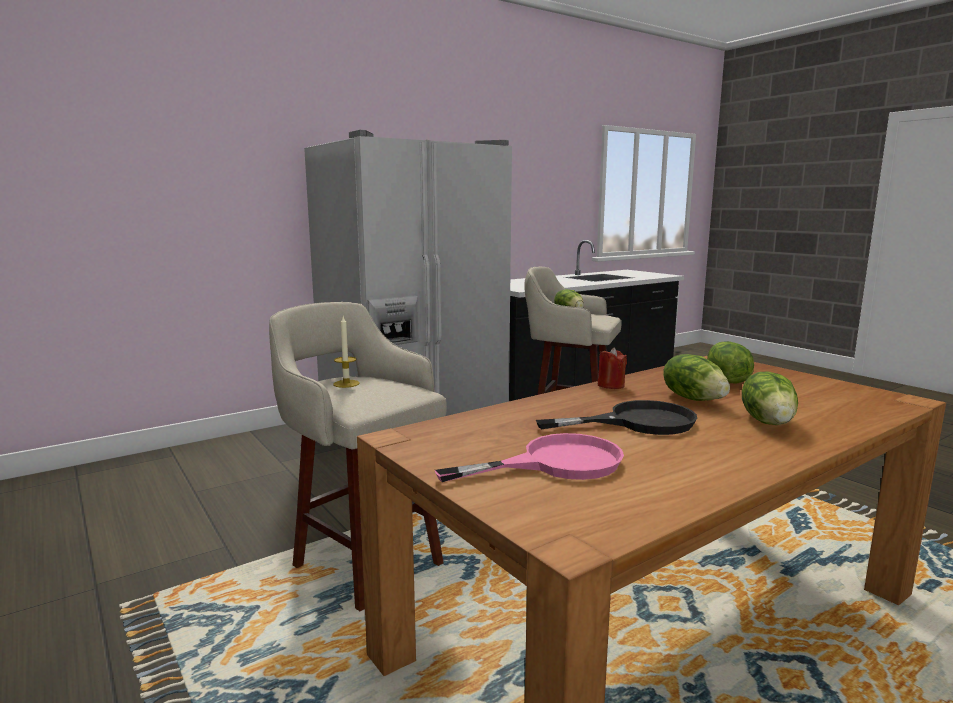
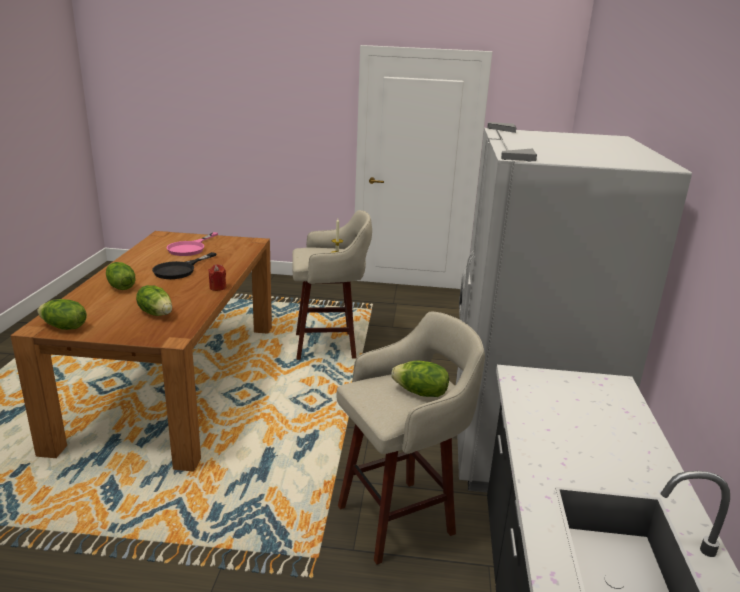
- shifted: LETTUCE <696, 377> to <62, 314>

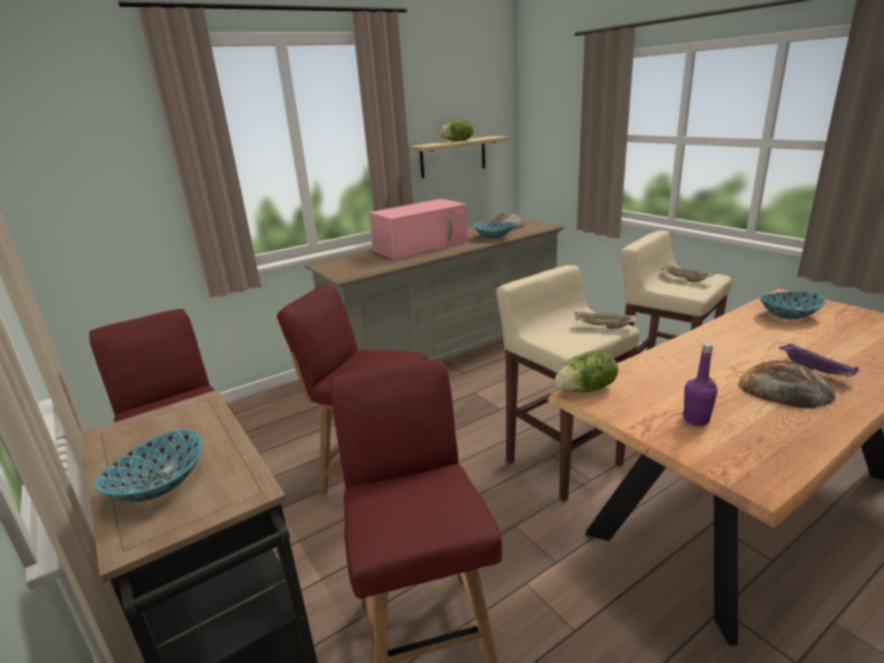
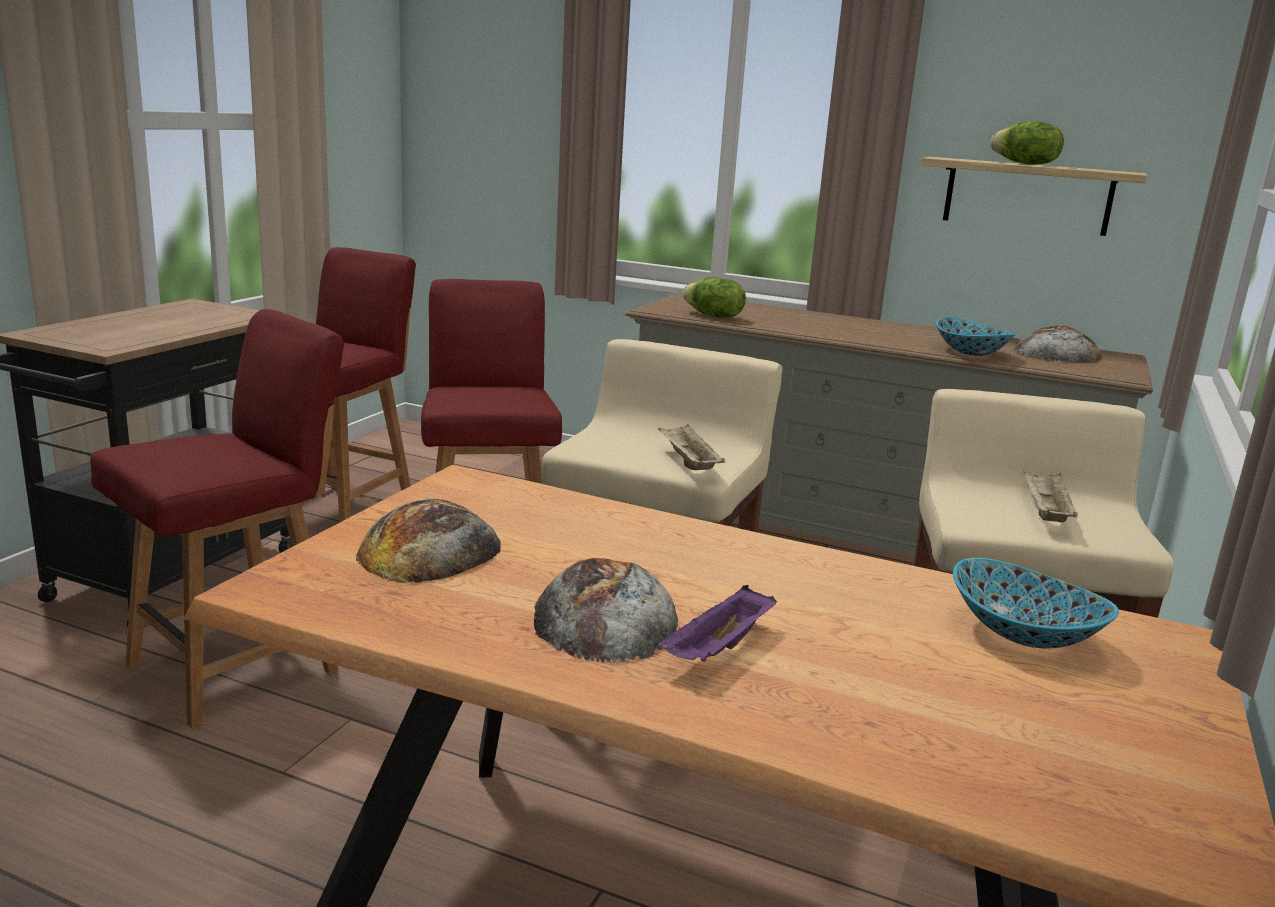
- gone: BOWL <148, 465>
- gone: PINK MICROWAVE <418, 229>
- shifted: LETTUCE <586, 371> to <714, 297>
- swapped: PURPLE BOTTLE <700, 384> to BREAD <428, 541>

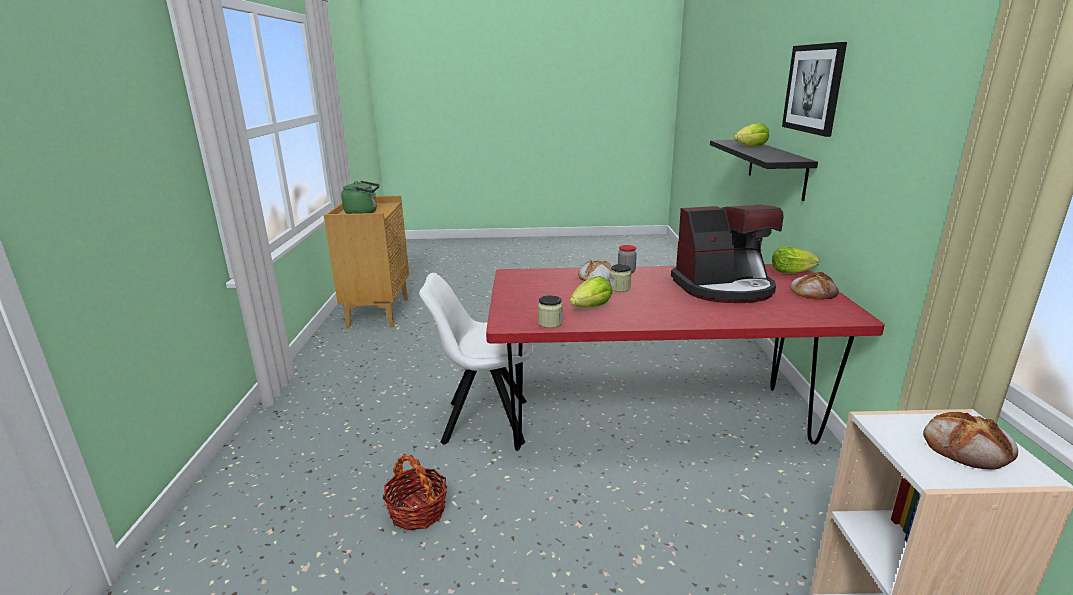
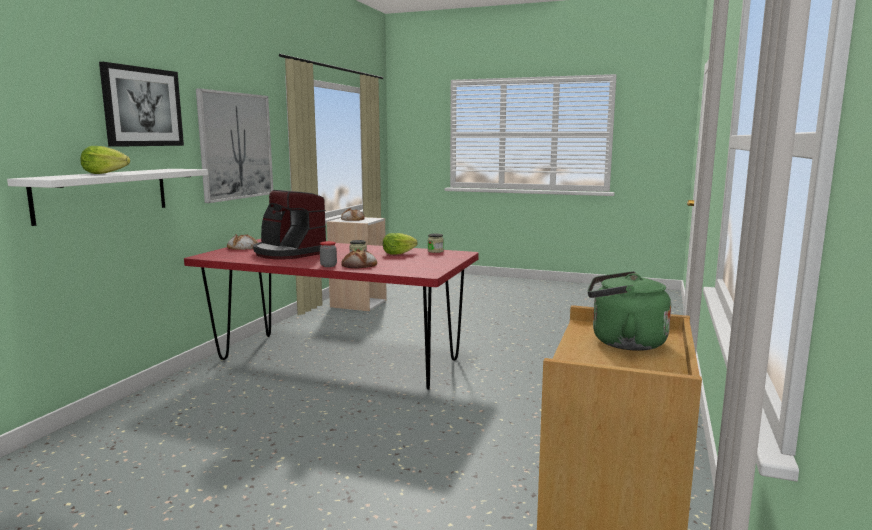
- gone: BASKET <415, 492>
- gone: WHITE CHAIR <476, 359>
- rotated: COFFEE MACHINE <727, 253> = <289, 225> 150 degrees counterclockwise
- repainted: BLACK SHELF <764, 170> to WHITE SHELF <107, 197>
- gone: LETTUCE <795, 260>
- new: PICTURE <234, 146>

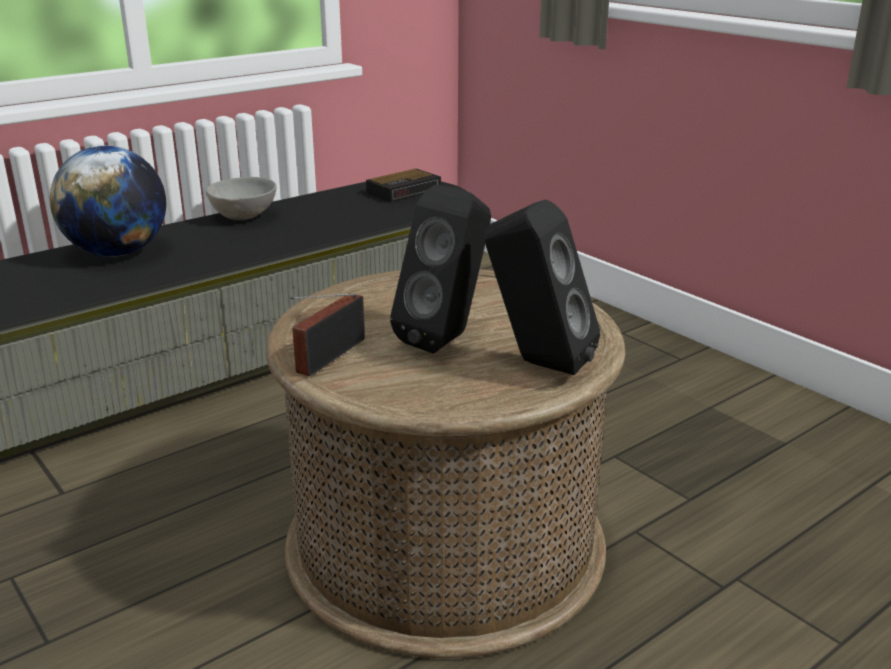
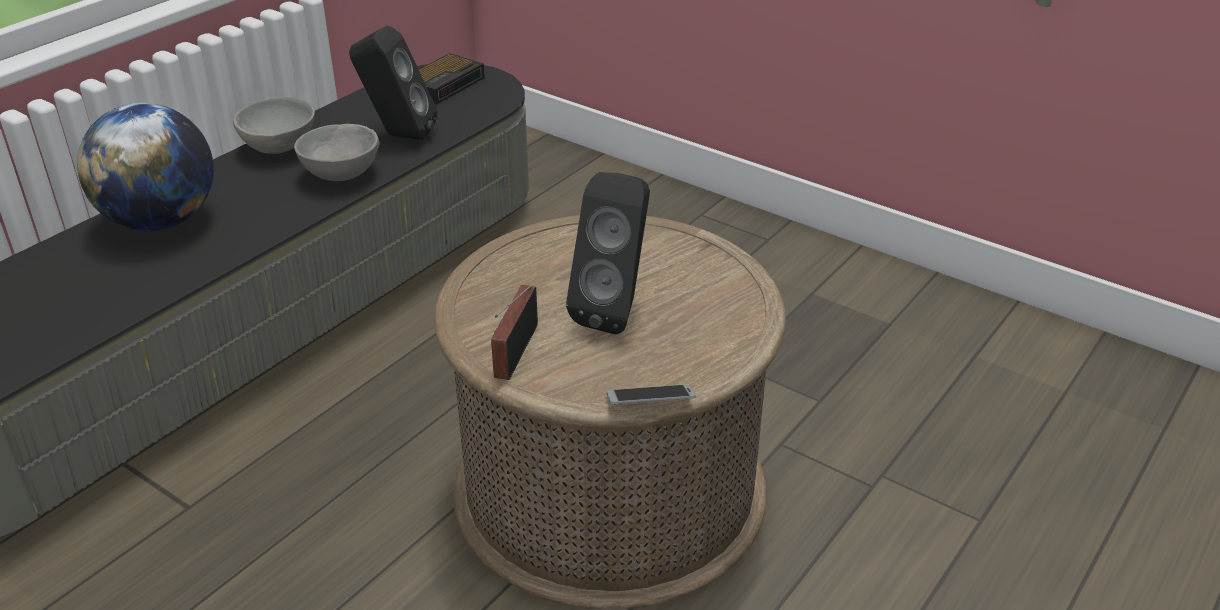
- shifted: BLACK SPEAKER <542, 287> to <393, 83>
- new: GREY BOWL <336, 152>
- new: PHONE <651, 394>

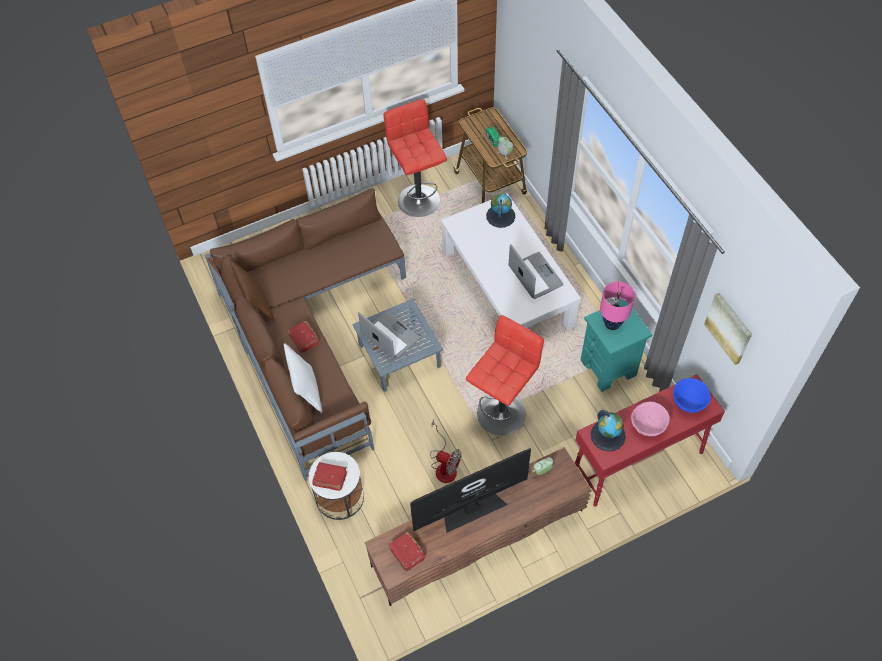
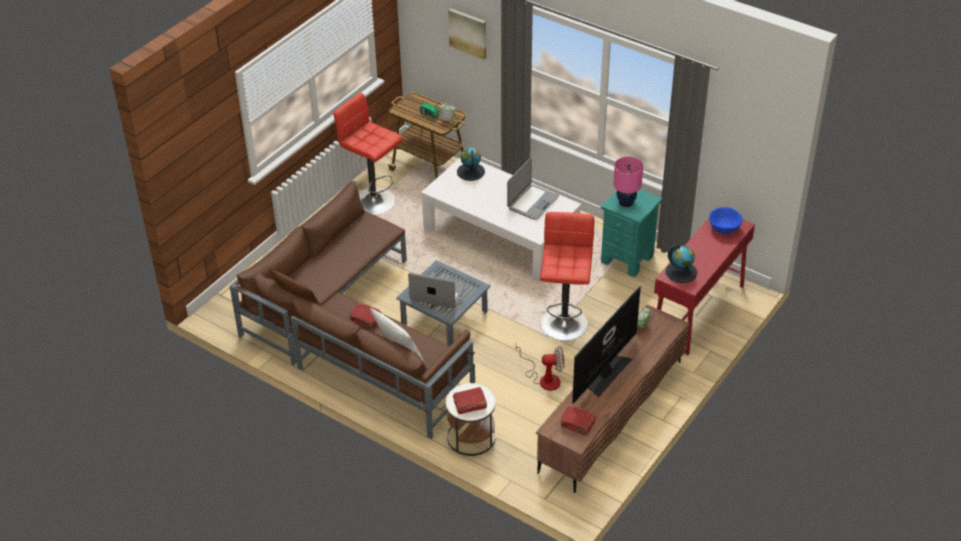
- rotated: LAPTOP <536, 271> = <533, 189> 90 degrees clockwise
- gone: PINK BOWL <650, 419>
- shifted: PICTURE <728, 329> to <467, 34>

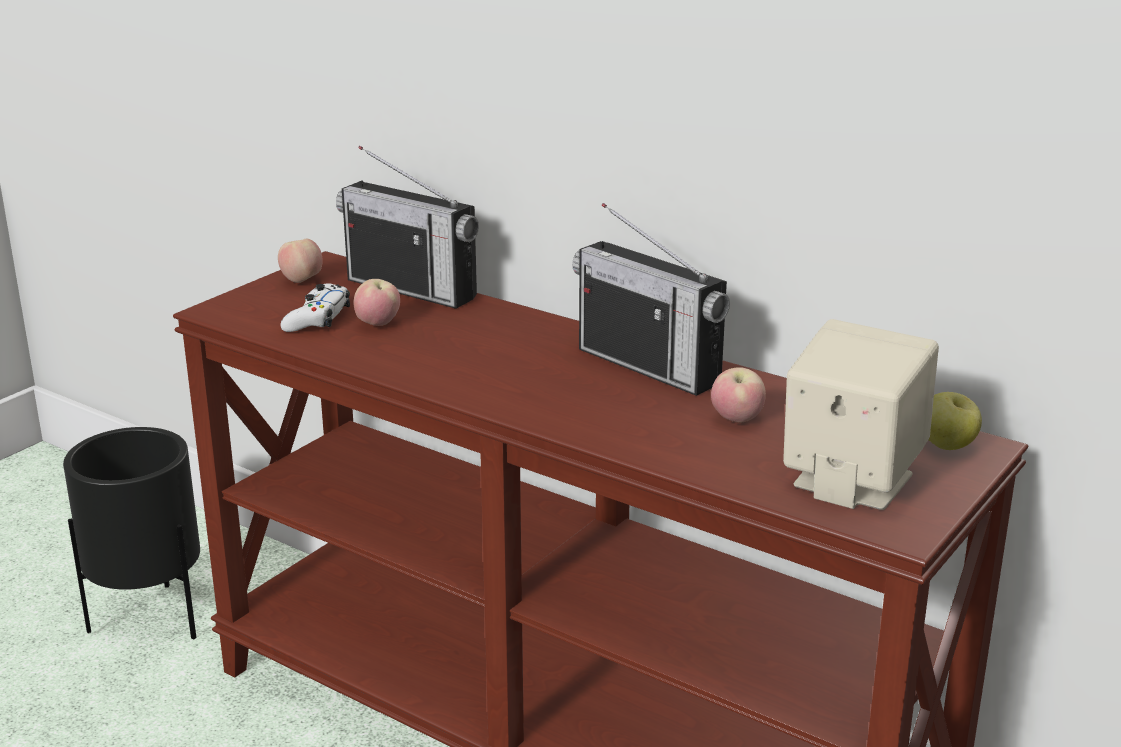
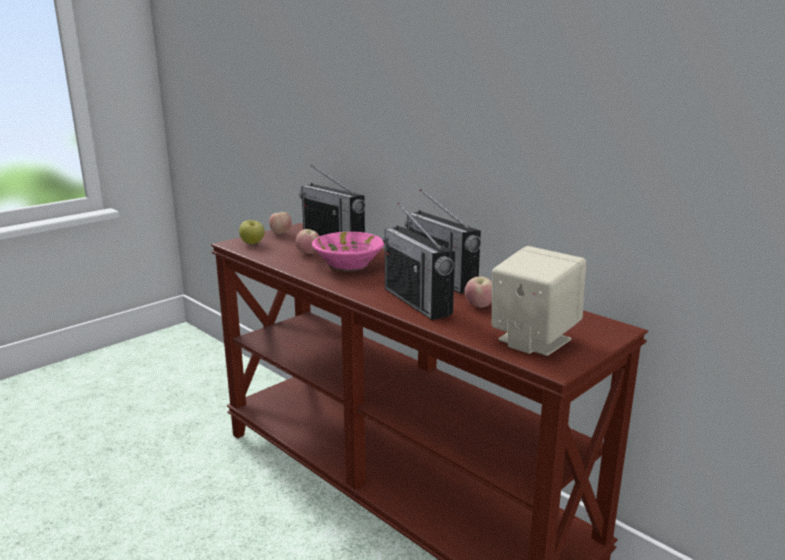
- gone: BLACK PLANTER <131, 533>
- gone: WHITE GAME CONTROLLER <315, 307>
- shifted: APPLE <955, 421> to <252, 232>
- new: PINK BOWL <348, 252>
- new: RADIO <418, 261>

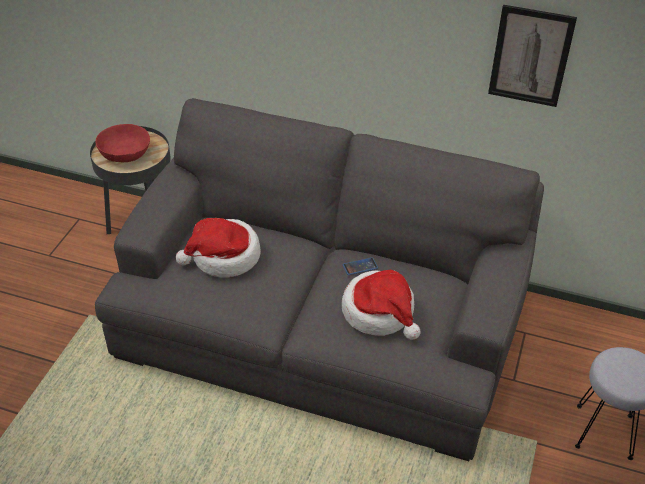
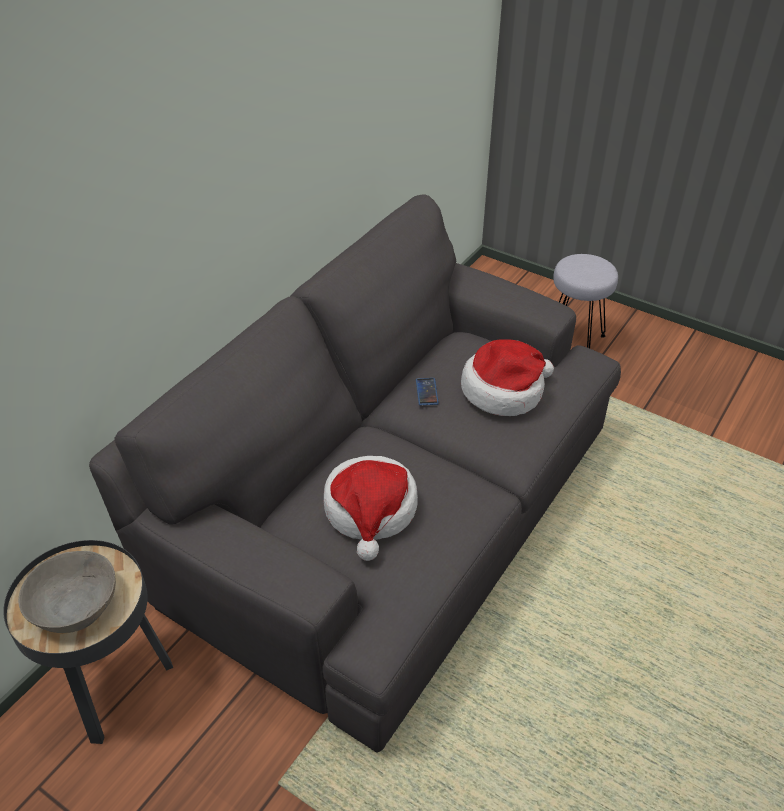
- repainted: RED BOWL <122, 143> to GREY BOWL <67, 592>
- gone: PICTURE <532, 56>

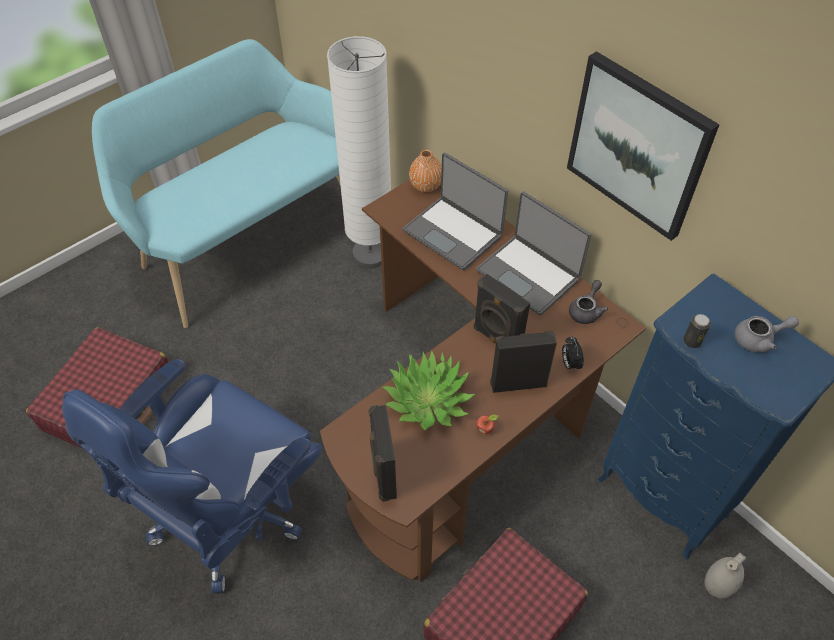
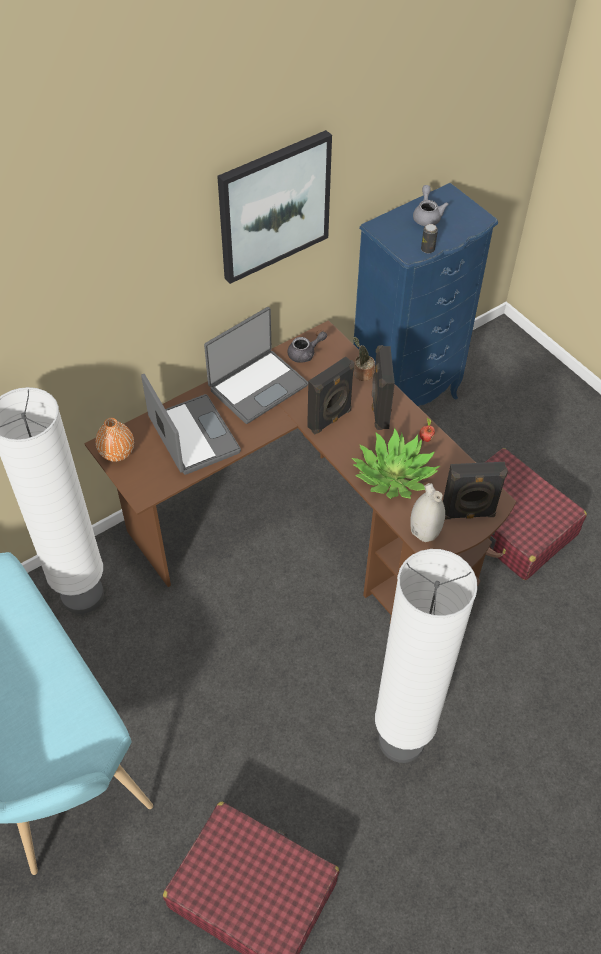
- swapped: BLUE OFFICE CHAIR <192, 476> to WHITE FLOOR LAMP <426, 656>
- rotated: LAPTOP <455, 211> = <191, 424> 75 degrees counterclockwise
- swapped: ALARM CLOCK <573, 354> to POTTED PLANT <364, 359>
- rotated: GREY TEAPOT <588, 302> = <307, 347> 120 degrees clockwise
- shifted: WHITE VASE <725, 576> to <427, 512>

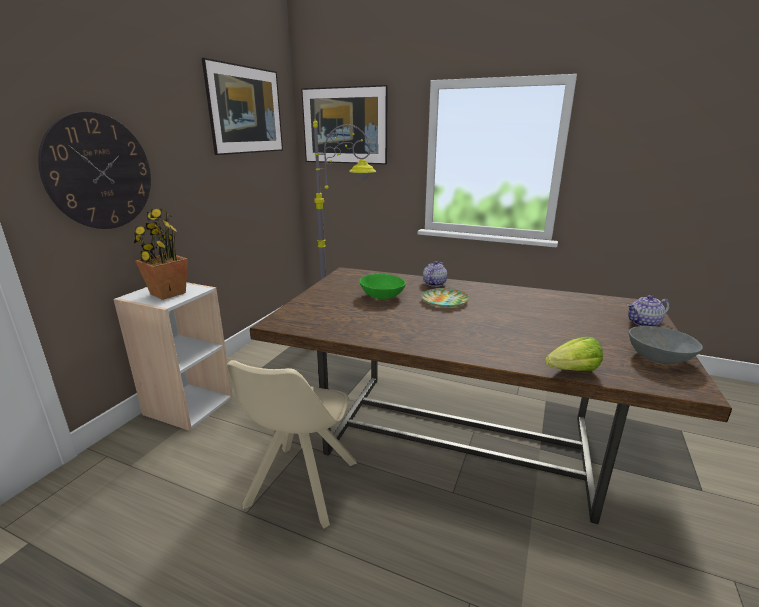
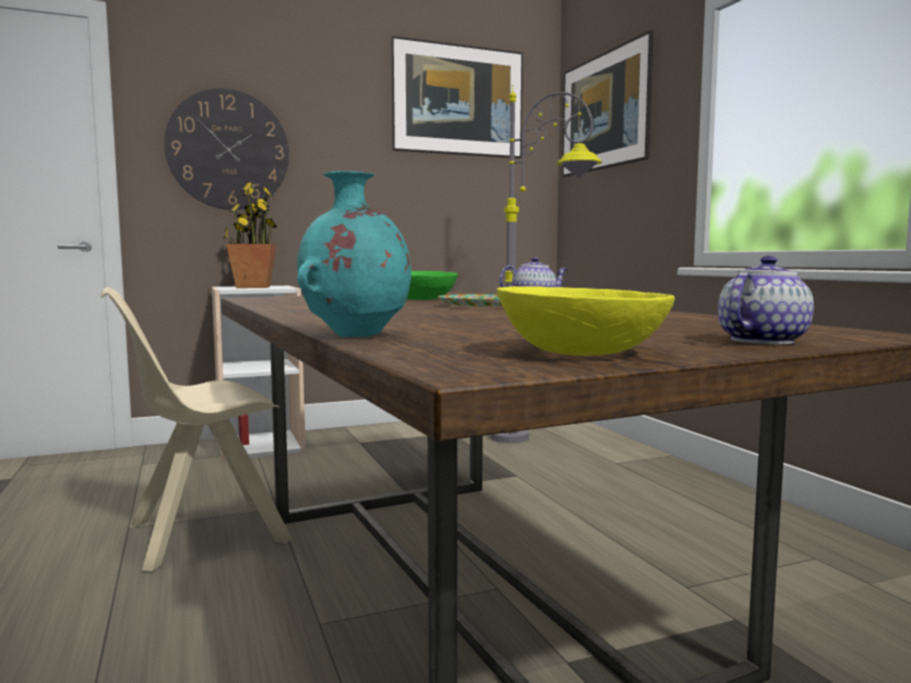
- swapped: LETTUCE <574, 354> to TURQUOISE VASE <354, 254>
- rotated: TEAPOT <648, 311> = <766, 300> 105 degrees clockwise
- repainted: GREY BOWL <666, 345> to YELLOW BOWL <585, 321>

